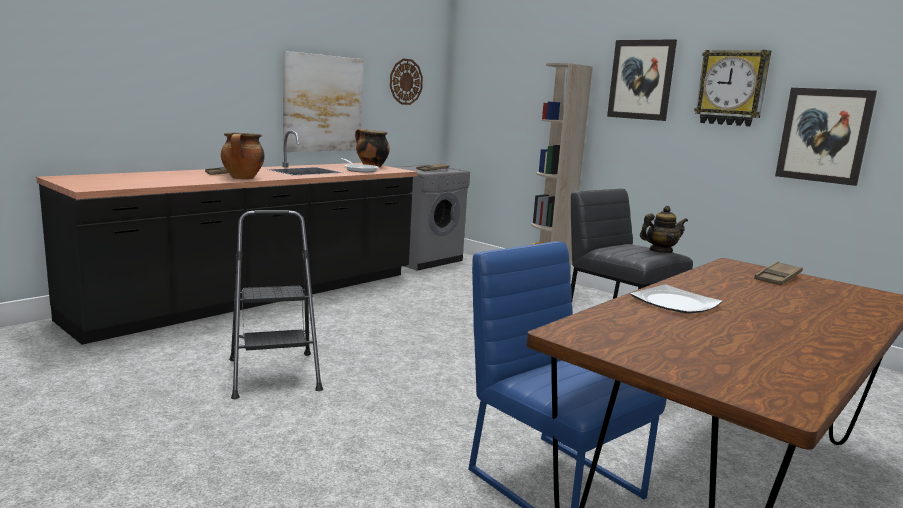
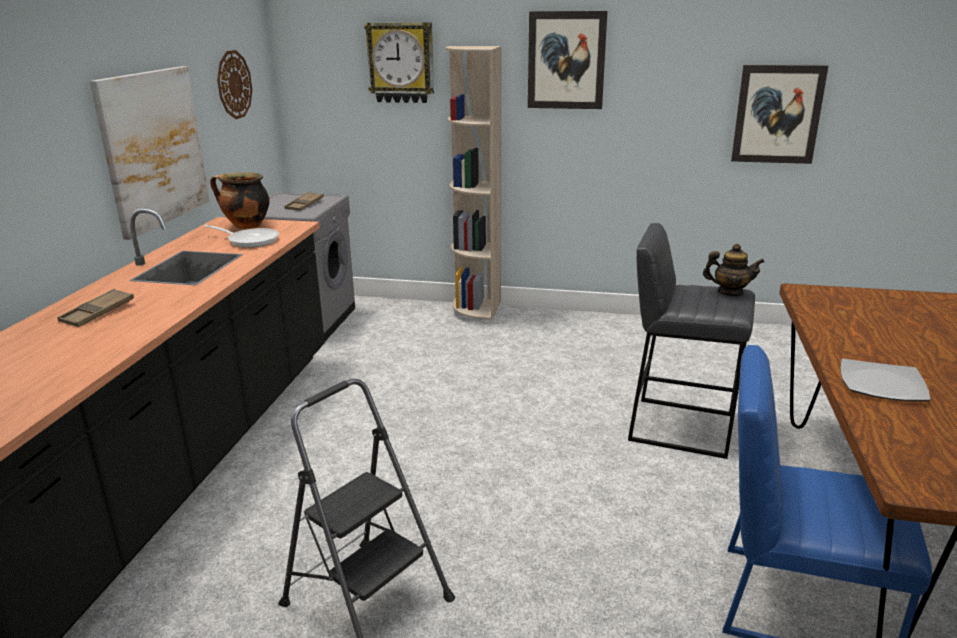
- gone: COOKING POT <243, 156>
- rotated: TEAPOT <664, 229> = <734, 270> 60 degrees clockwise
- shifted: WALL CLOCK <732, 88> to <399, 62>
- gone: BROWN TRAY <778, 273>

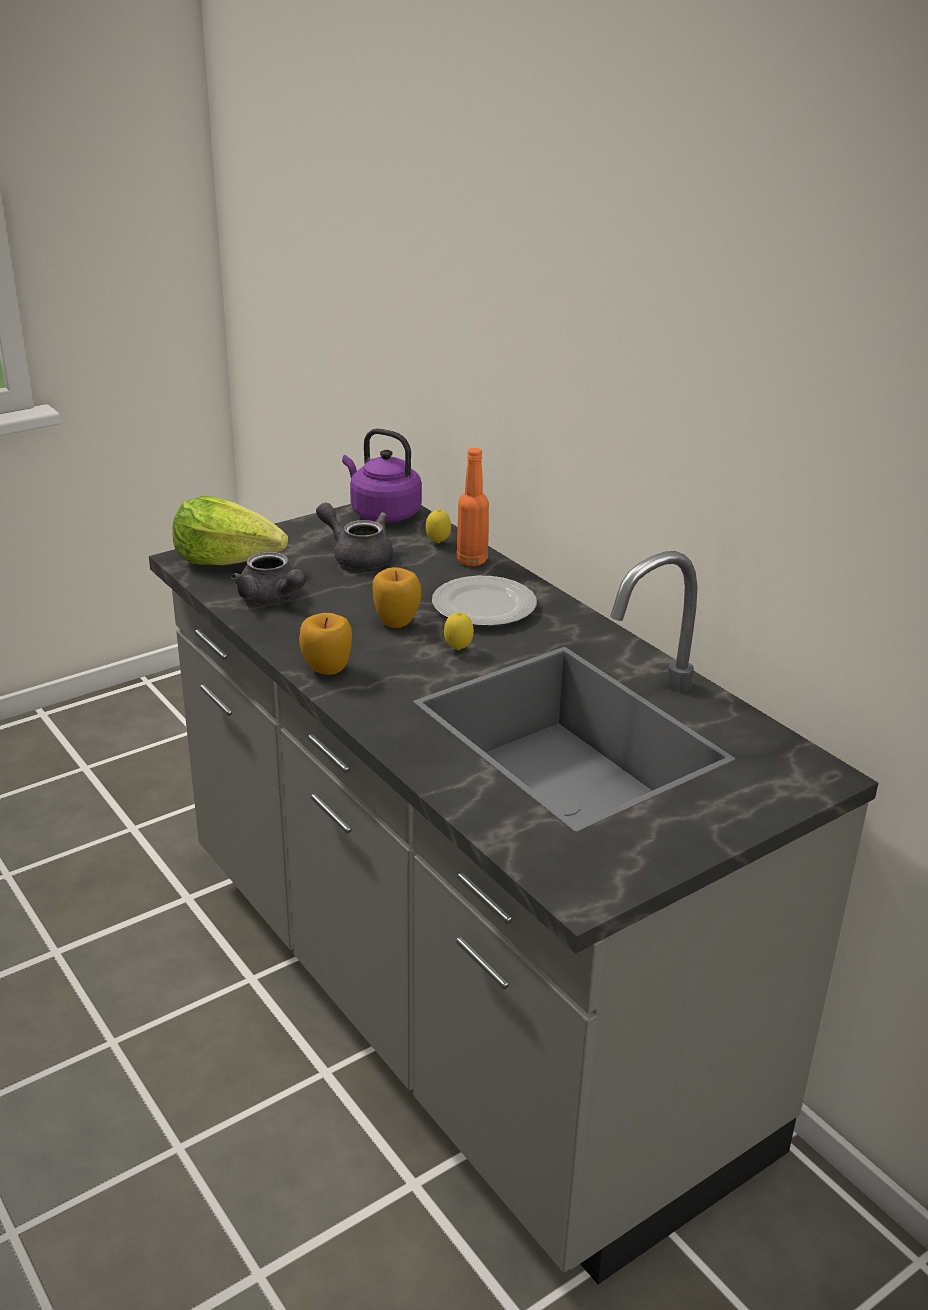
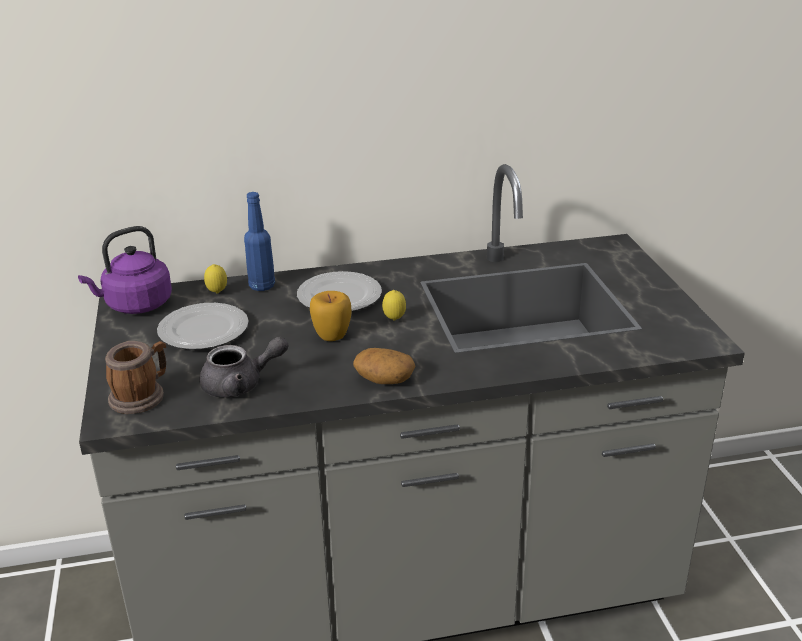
- swapped: LETTUCE <230, 530> to MUG <135, 377>
- swapped: APPLE <325, 644> to POTATO <384, 366>
- swapped: GREY TEAPOT <354, 535> to PLATE <203, 326>
- repainted: ORANGE BOTTLE <473, 507> to BLUE BOTTLE <259, 241>

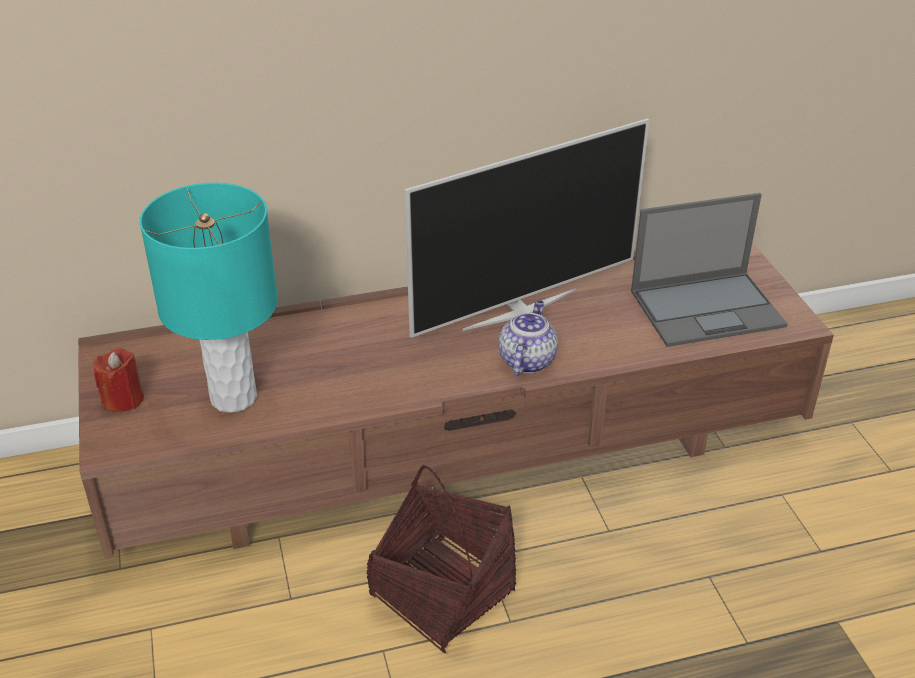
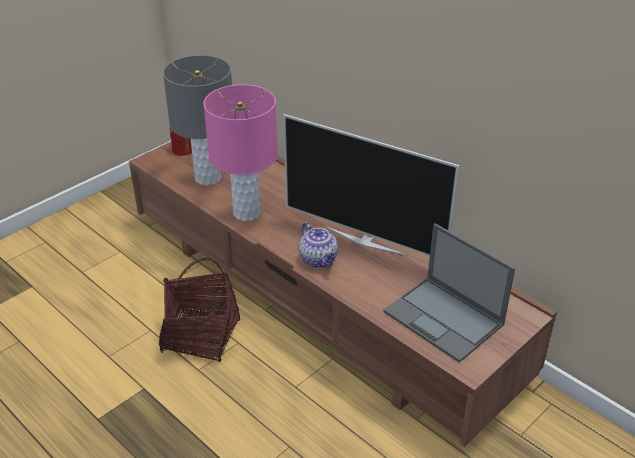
- repainted: TURQUOISE TABLE LAMP <209, 298> to GREY TABLE LAMP <197, 120>
- rotated: TEAPOT <528, 338> = <318, 245> 75 degrees clockwise
- new: PINK TABLE LAMP <240, 152>

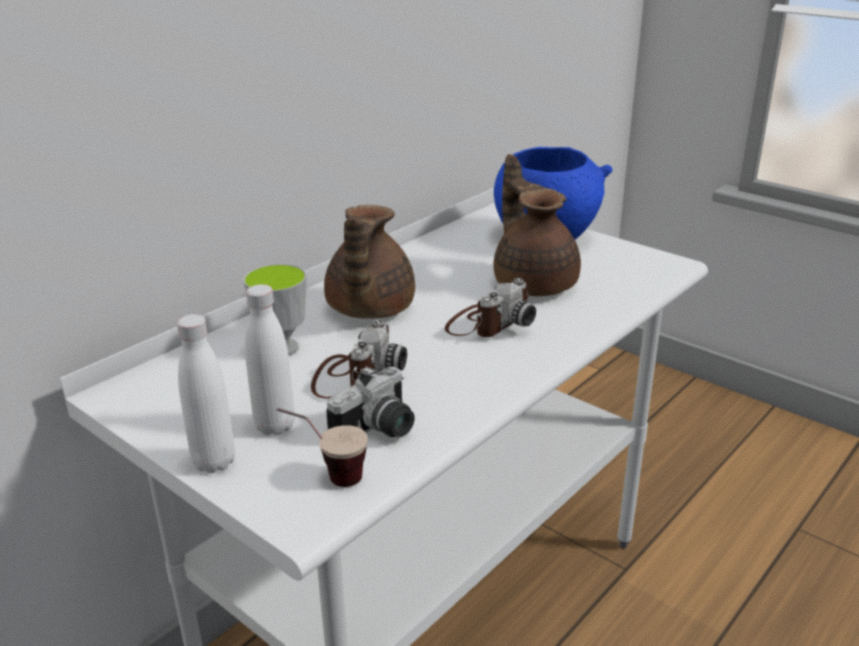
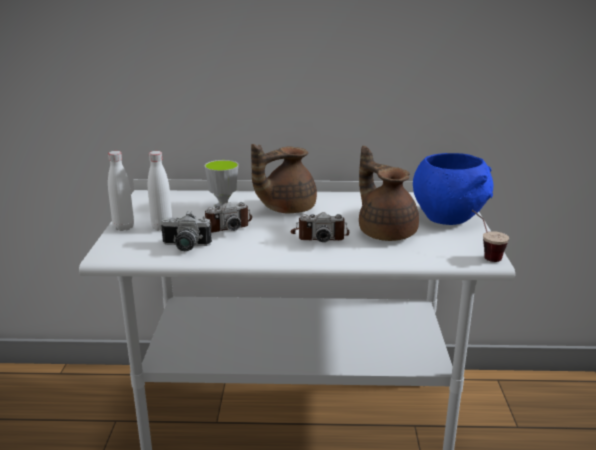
- shifted: CUP <322, 447> to <490, 236>
- rotated: BROWN TEAPOT <537, 225> = <389, 193> 60 degrees counterclockwise

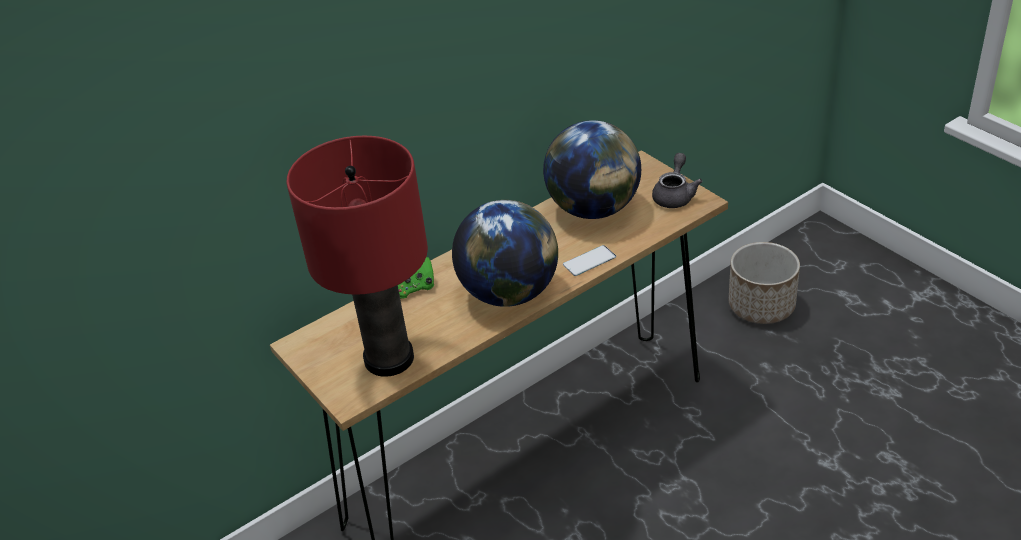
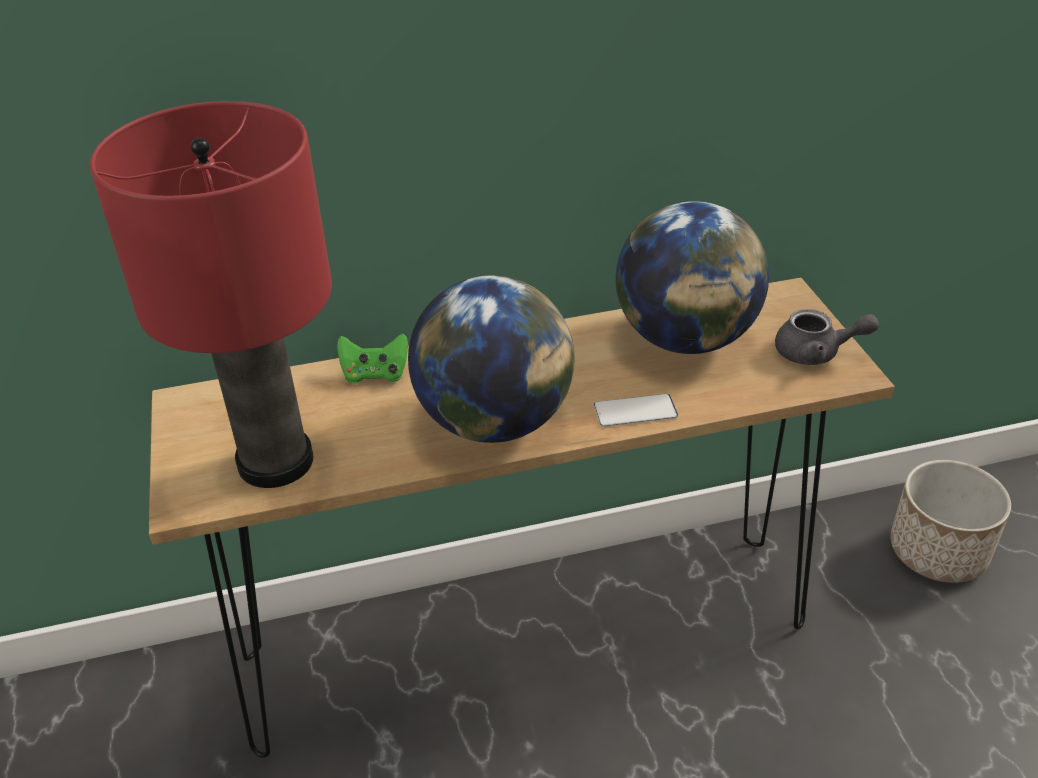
- rotated: GREY TEAPOT <677, 180> = <827, 337> 60 degrees clockwise

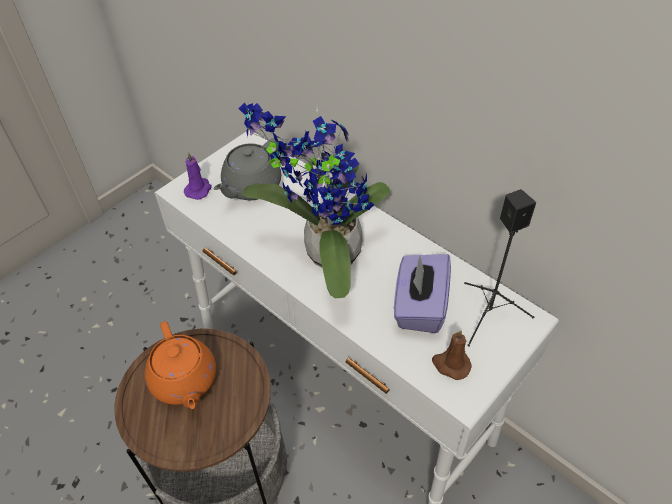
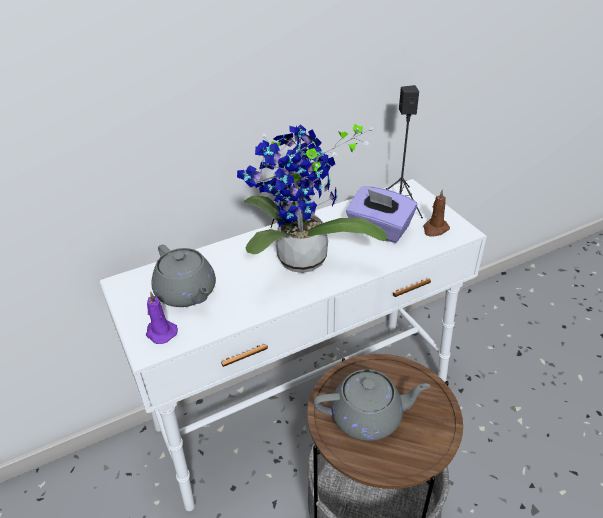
- repainted: ORANGE TEAPOT <180, 365> to GREY TEAPOT <372, 405>

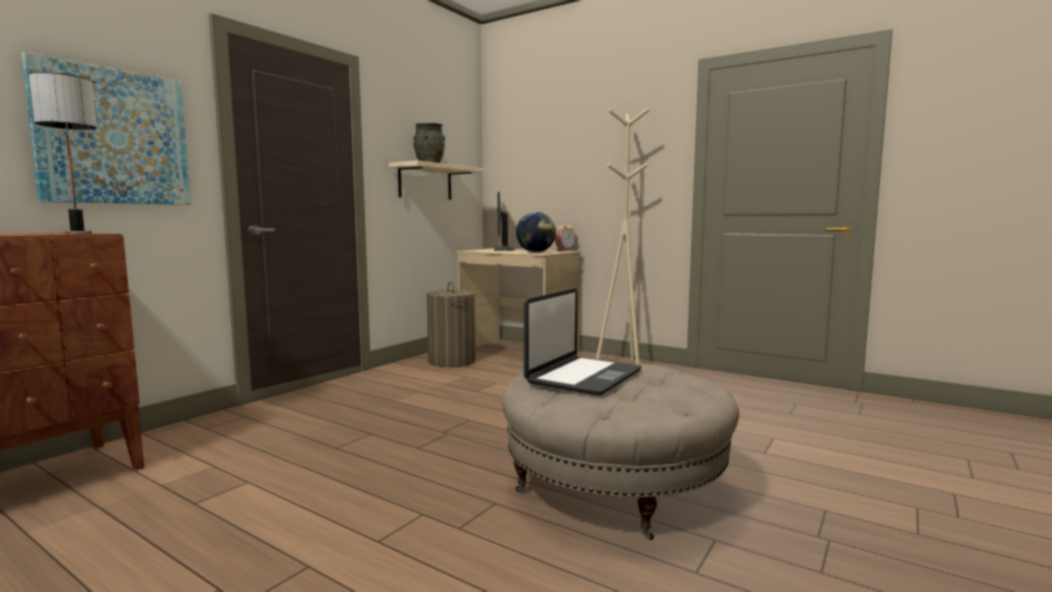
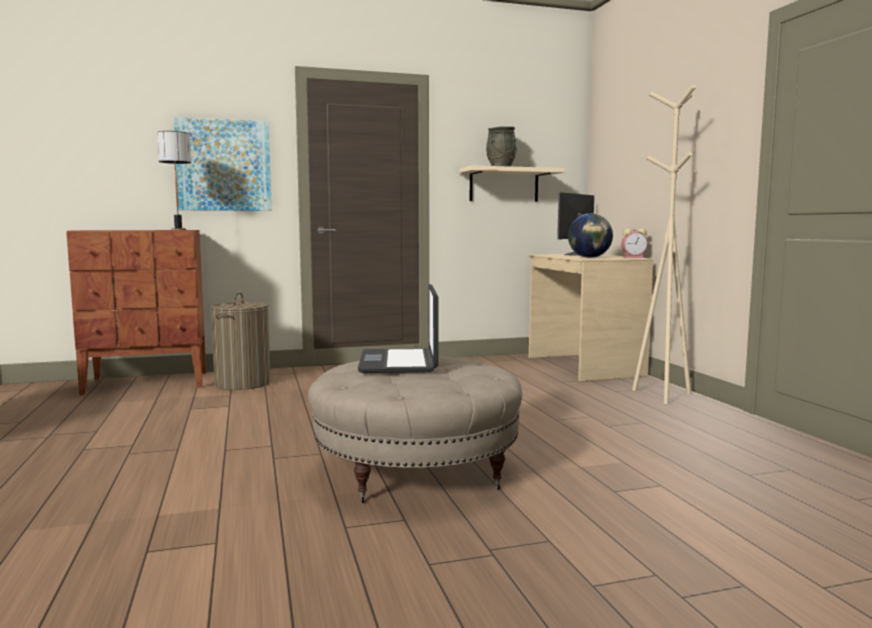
- shifted: LAUNDRY BASKET <451, 324> to <240, 341>
- rotated: LAPTOP <583, 342> = <398, 328> 105 degrees clockwise

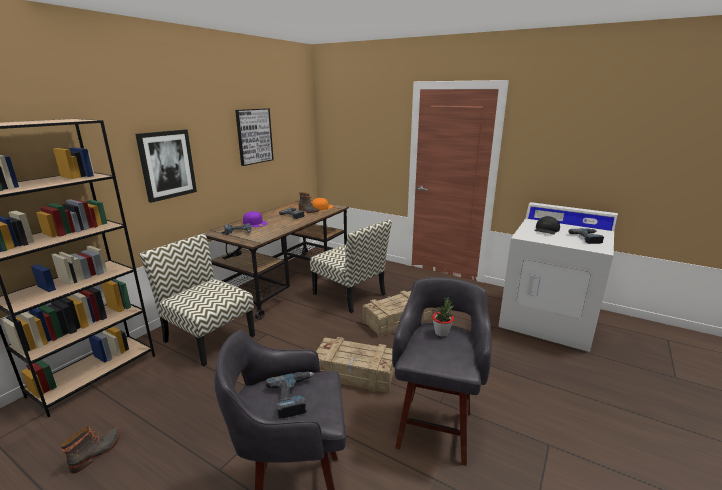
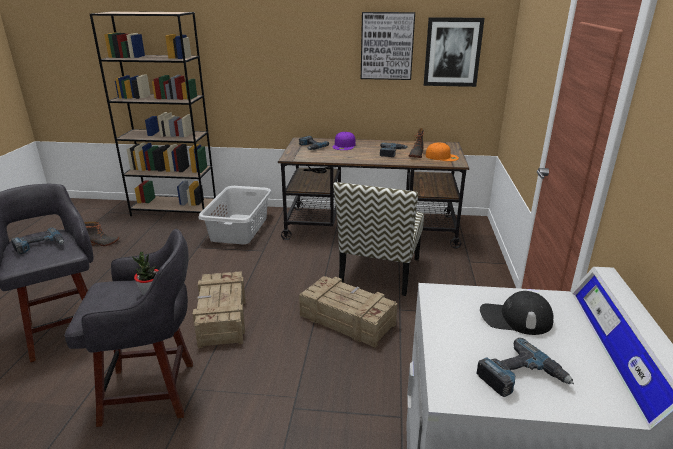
- shifted: PICTURE <166, 166> to <454, 52>
- swapped: CHAIR <197, 300> to GREY LAUNDRY BASKET <235, 215>

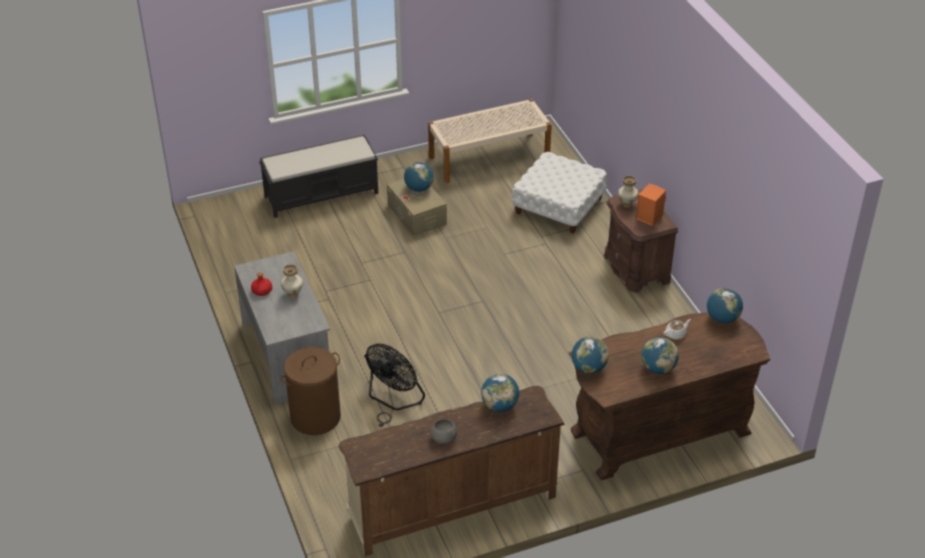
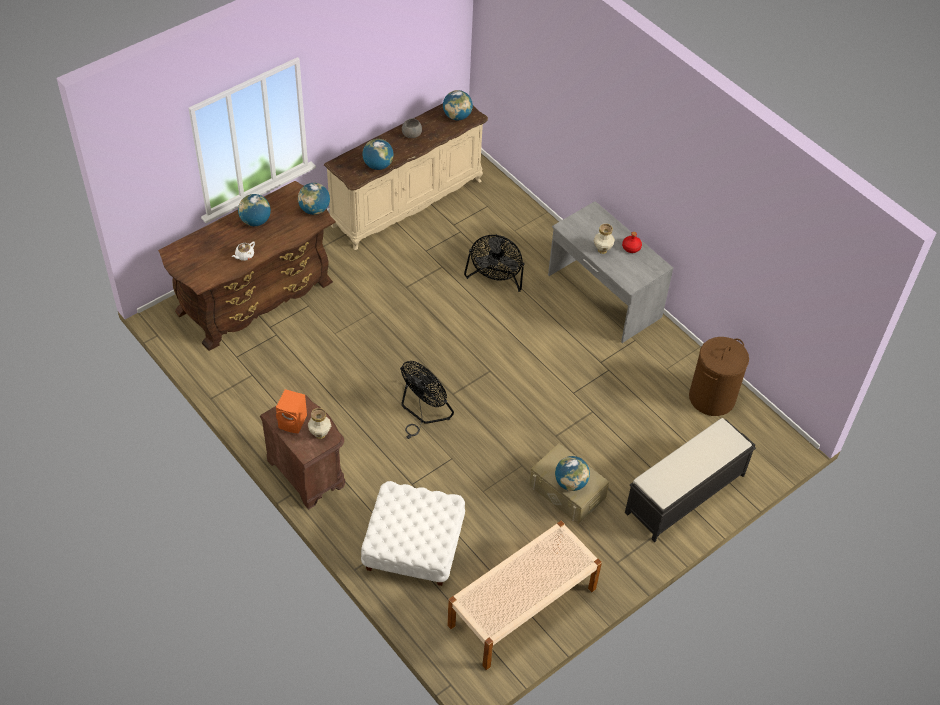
- shifted: BROWN LAUNDRY BASKET <310, 391> to <719, 376>
- shifted: GLOBE <725, 306> to <458, 105>
- new: BLACK FAN <427, 400>

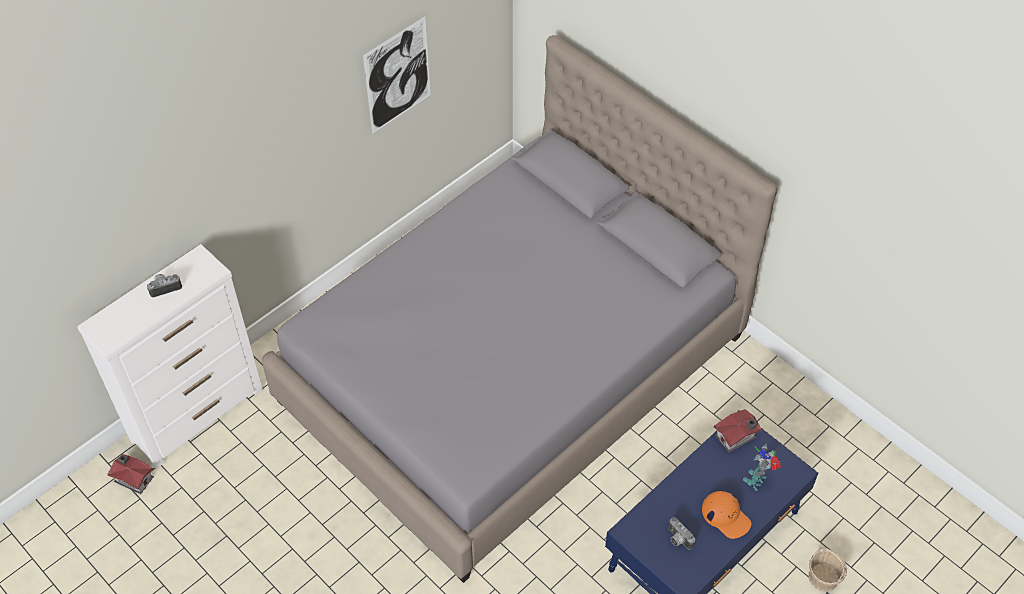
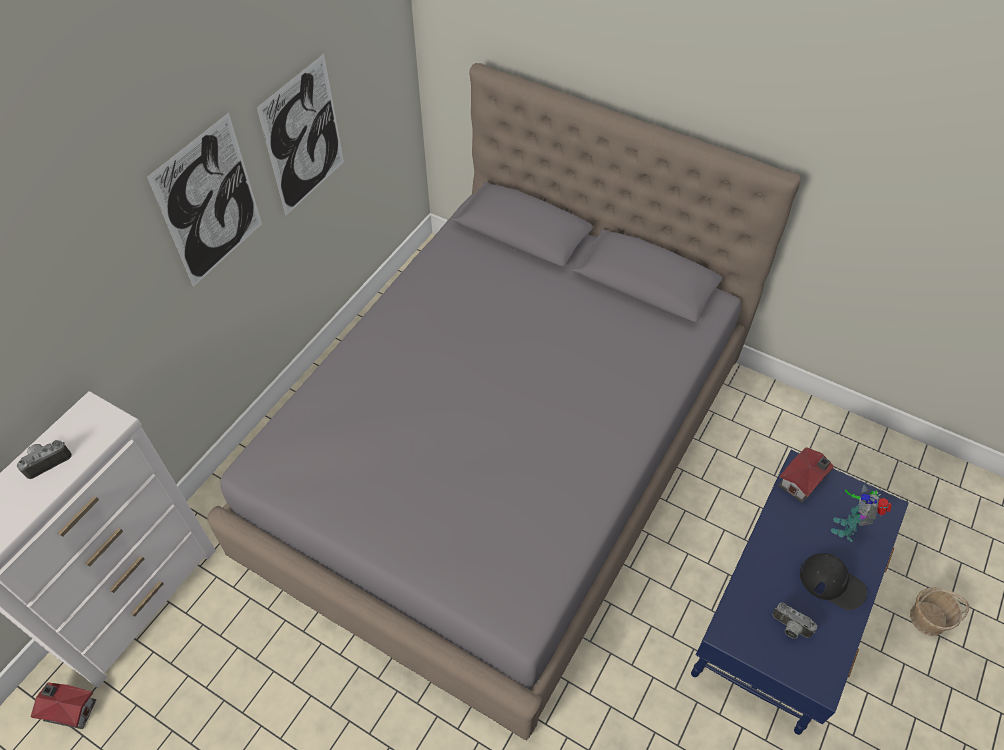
- repainted: ORANGE CAP <726, 515> to BLACK CAP <833, 581>
- new: PICTURE <204, 200>

